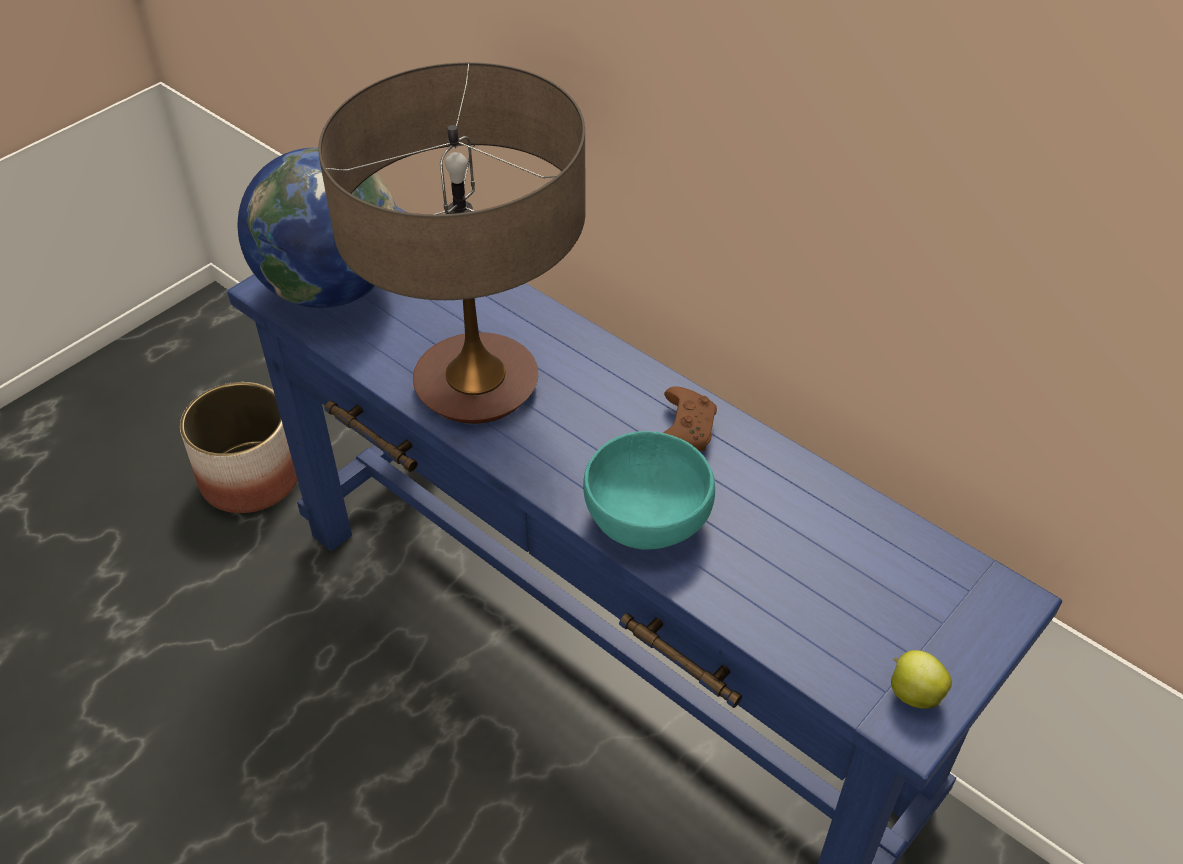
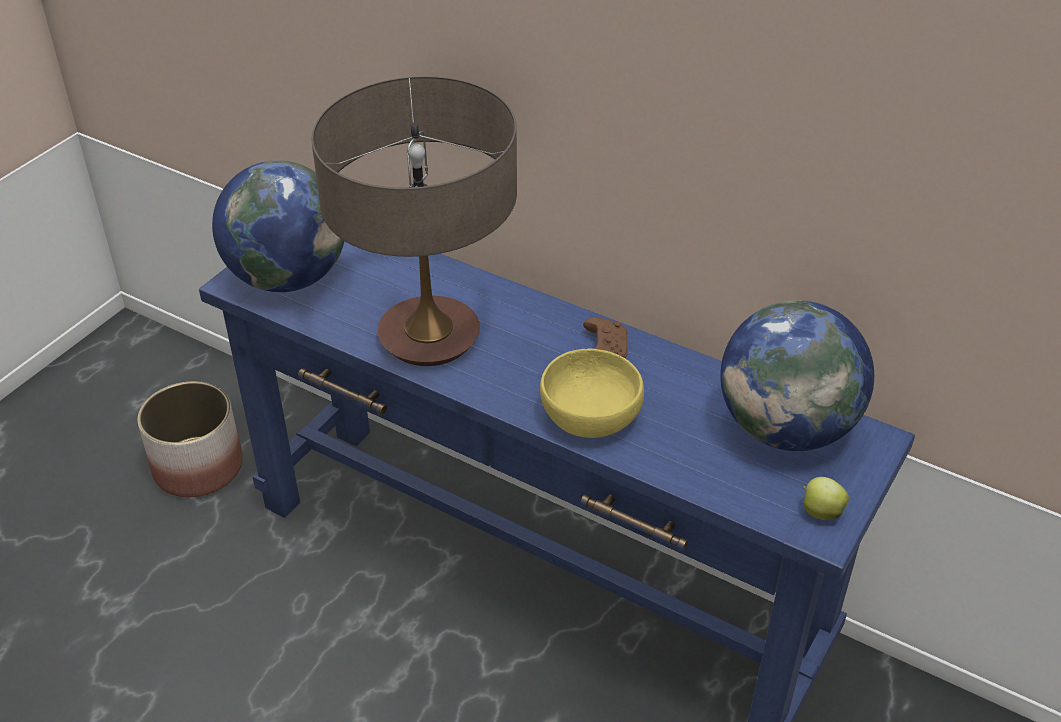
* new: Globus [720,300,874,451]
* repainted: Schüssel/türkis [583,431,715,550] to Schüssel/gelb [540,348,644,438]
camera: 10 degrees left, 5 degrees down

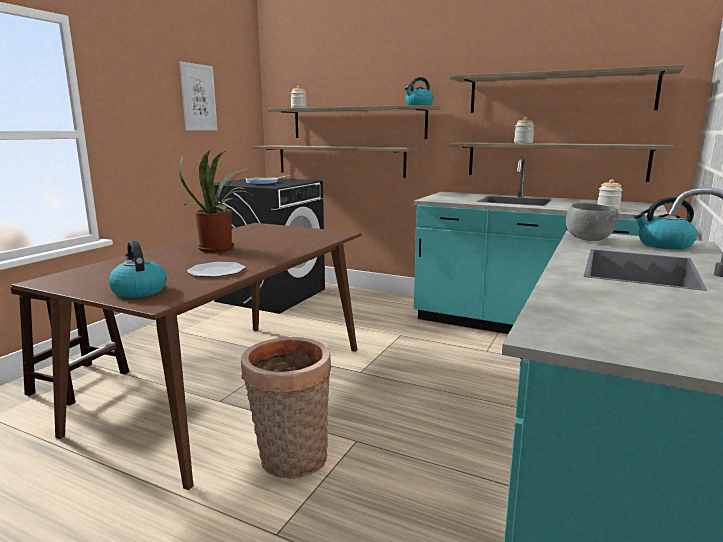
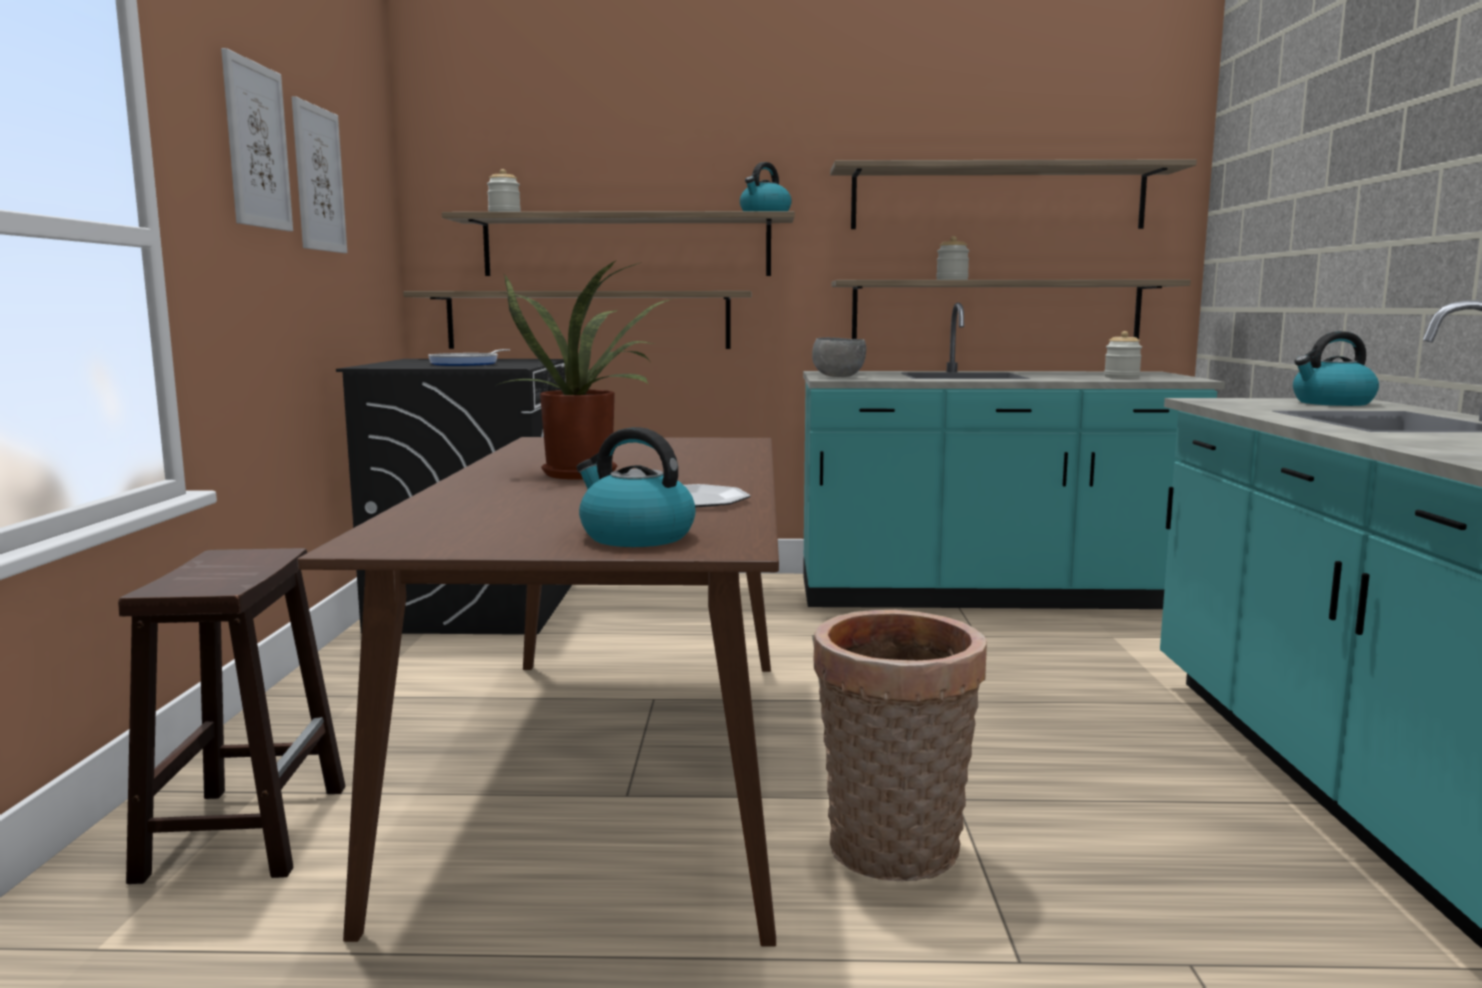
* new: Bild [221,48,293,231]
* shifted: Schüssel/grau [566,203,619,241] to [812,337,866,377]
camera: 25 degrees left, 5 degrees down

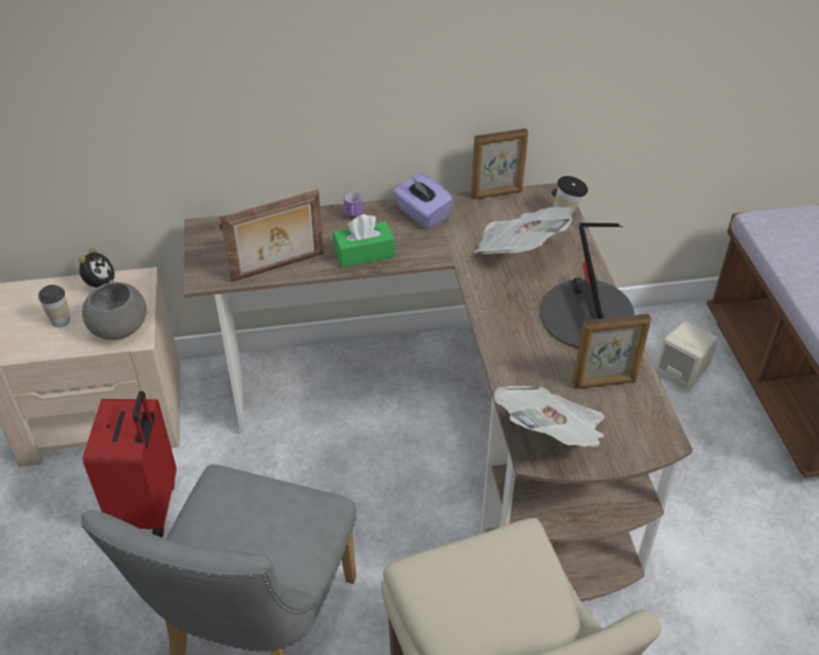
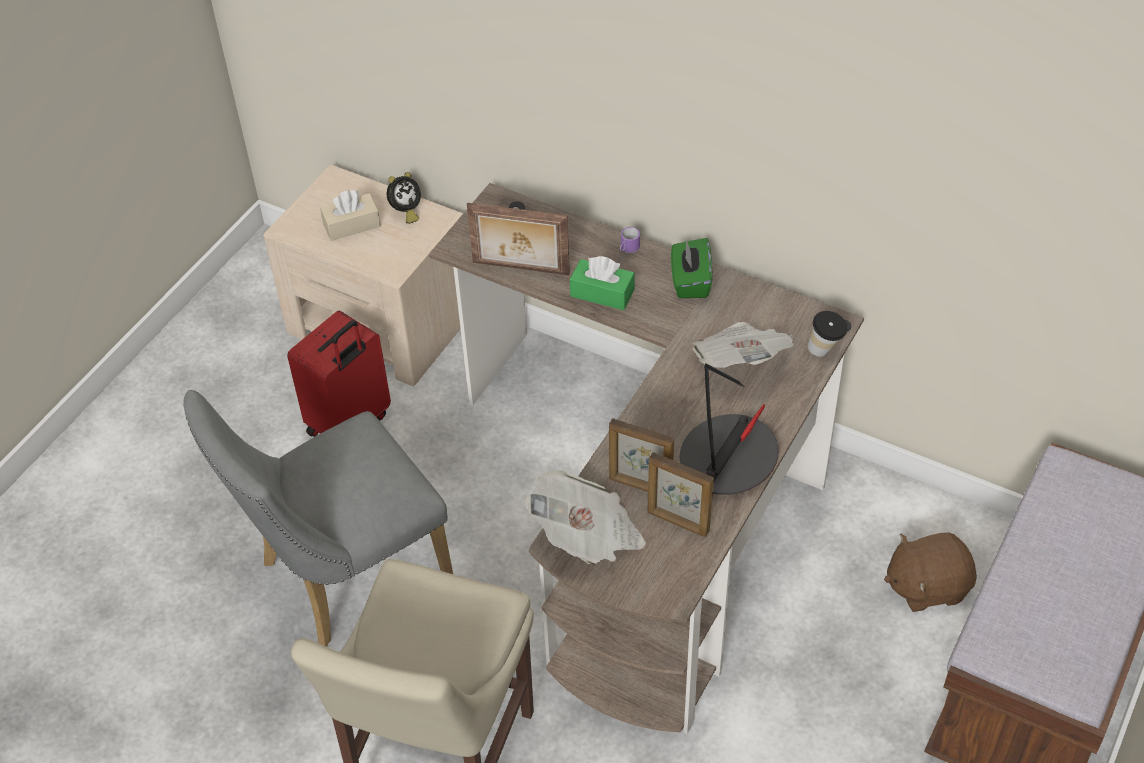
* gone: Schüssel/grau [82,280,147,340]
* shifted: Bilderrahmen [471,128,528,199] to [609,418,674,492]
* swapped: Tasse [38,285,70,327] to Taschentuchbox/beige [320,190,381,241]
* swapped: Lautsprecher/beige [656,321,718,390] to Plüschtier/braun [884,532,977,612]
* repainted: Taschentuchbox/lila [393,173,454,229] to Taschentuchbox/grün [671,238,712,298]
camera: 40 degrees right, 5 degrees up

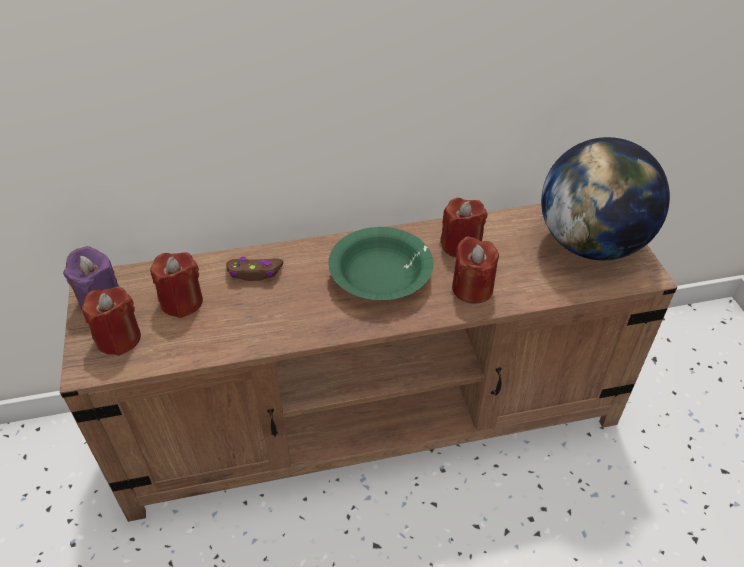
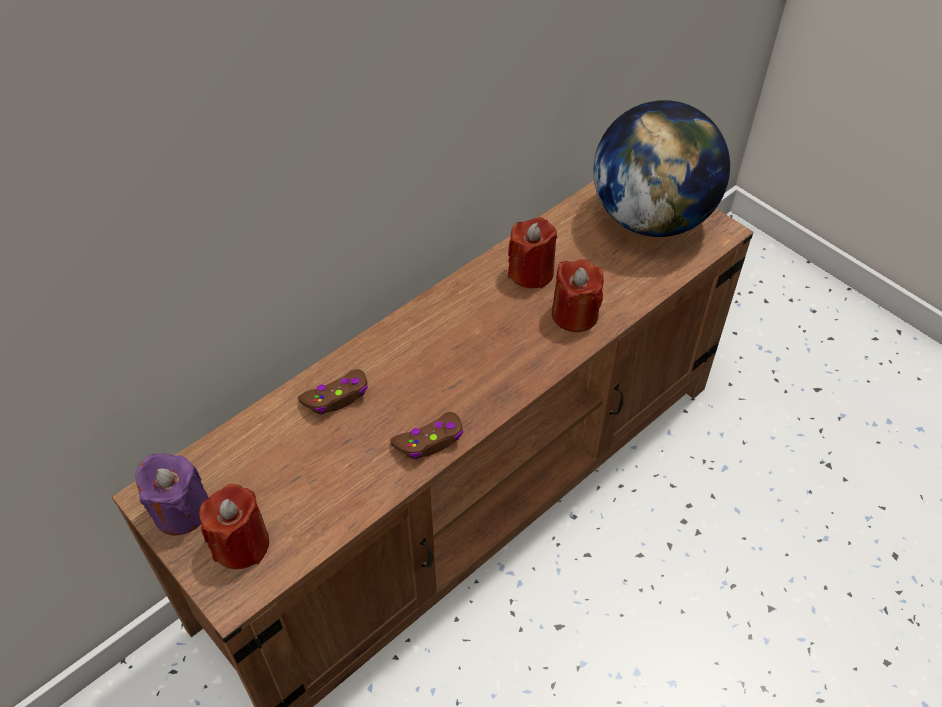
* gone: Kerze/rot [150,252,203,318]
* gone: Schüssel/grün [328,227,434,300]
* new: Gamepad/braun [390,412,463,460]
camera: 30 degrees left, 5 degrees up

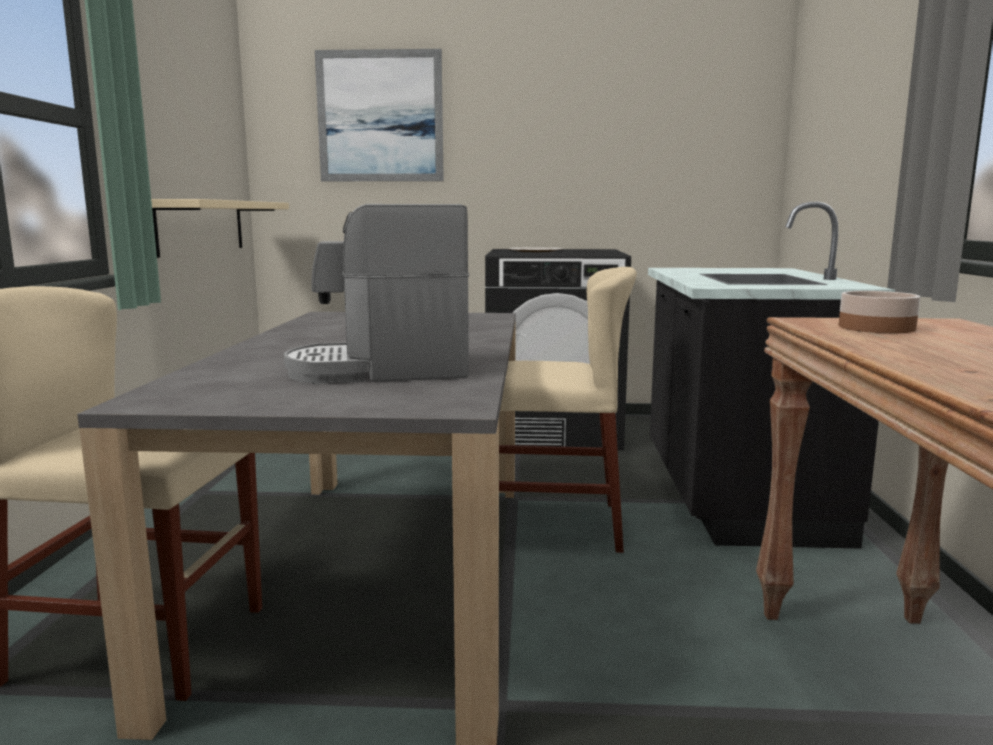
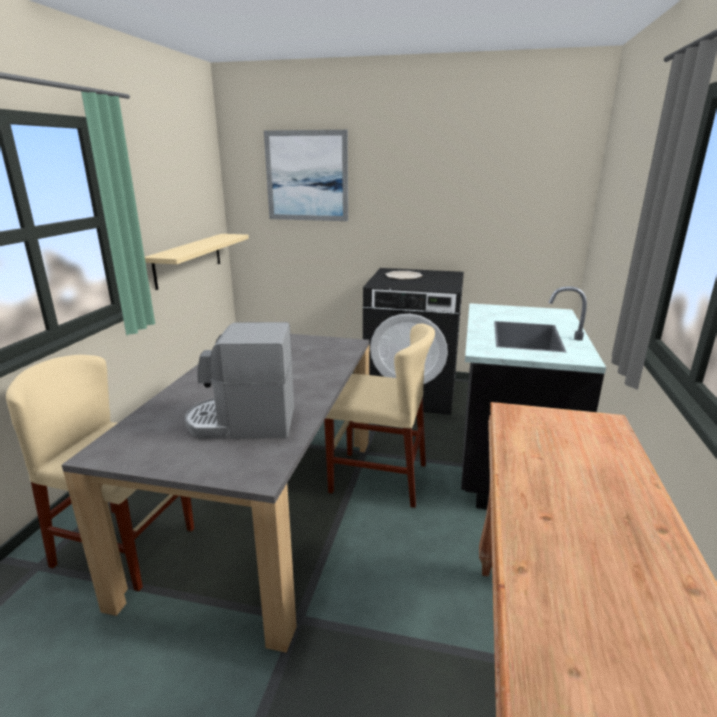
* gone: Schüssel [839,291,920,333]
camera: 10 degrees right, 10 degrees up

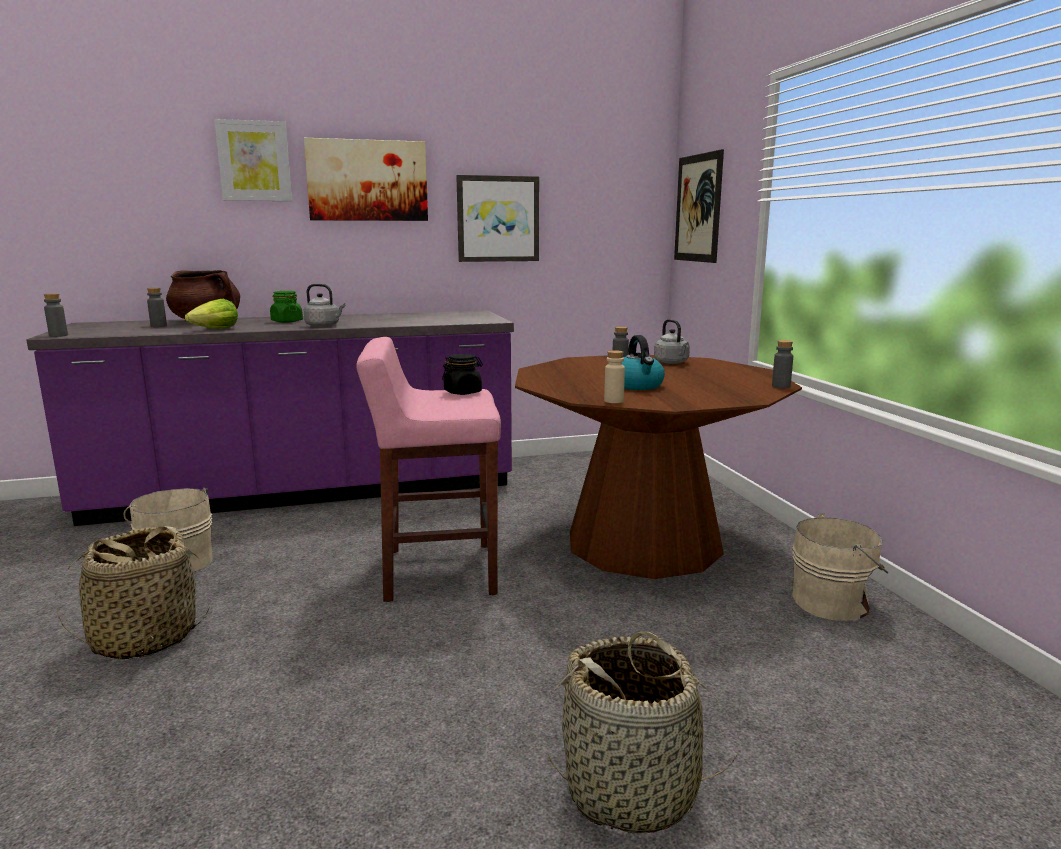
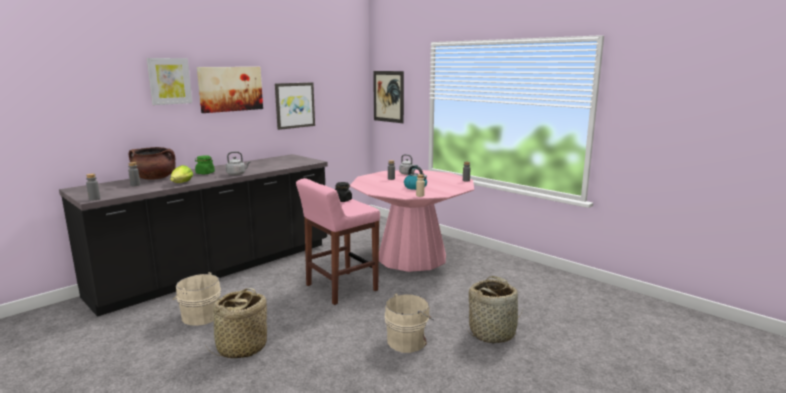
* shifted: Eimer/beige [792,513,888,621] to [385,293,434,353]
* repainted: Küchenzeile/lila [26,311,514,526] to Küchenzeile/schwarz [59,154,328,317]
* repainted: Esstisch/braun [515,355,802,579] to Esstisch/rosa [350,170,474,272]
camera: 30 degrees left, 0 degrees up

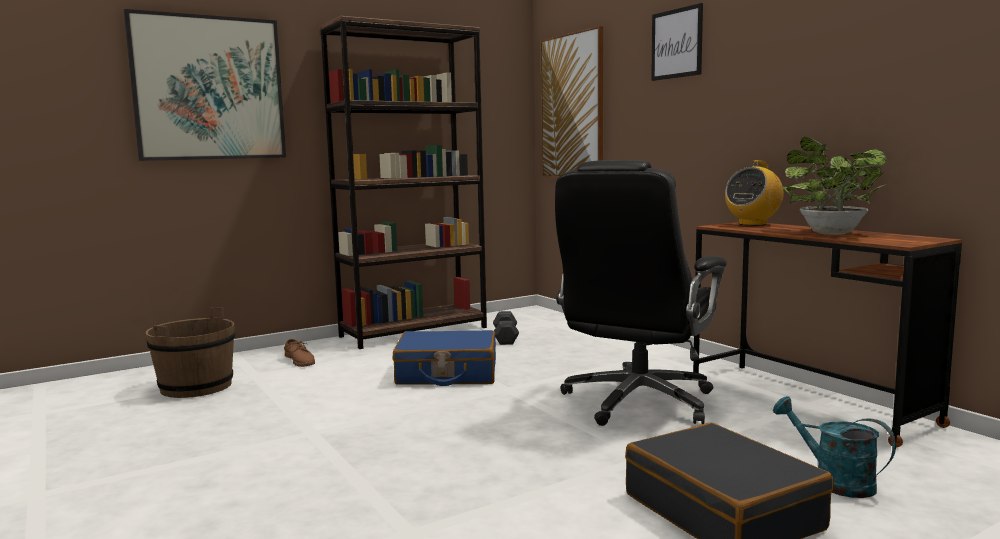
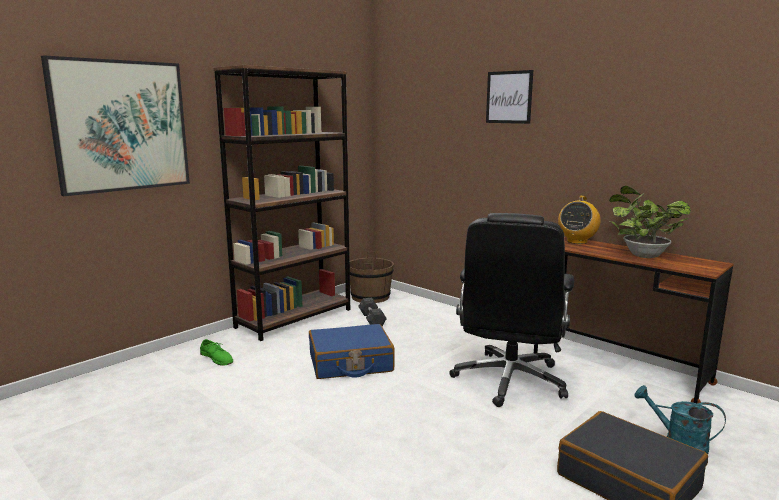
* gone: Bild [541,26,604,178]
* shifted: Eimer/braun [146,307,235,398] to [350,252,394,303]
* repainted: Schuh/braun [284,339,315,367] to Schuh/grün [200,339,233,366]
camera: 15 degrees left, 5 degrees up

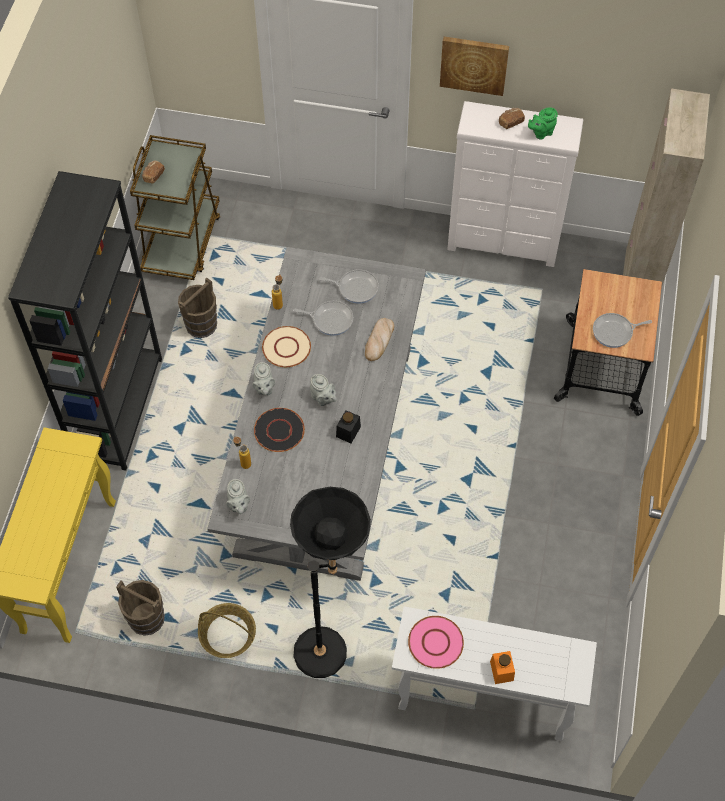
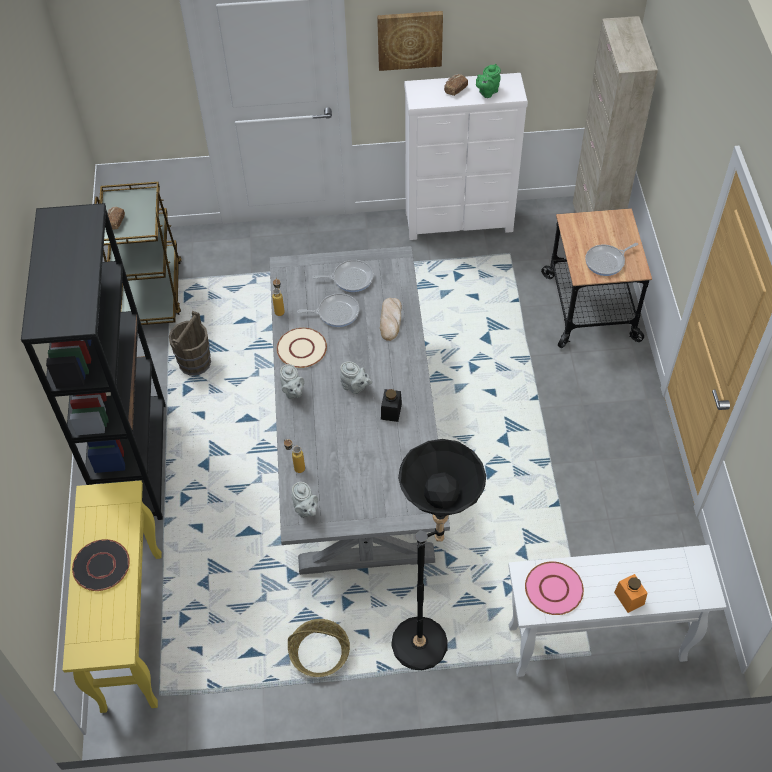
* gone: Eimer/braun [116,580,165,636]
* shifted: Teller/schwarz [254,408,305,452] to [72,539,130,591]
camera: 15 degrees left, 5 degrees down

